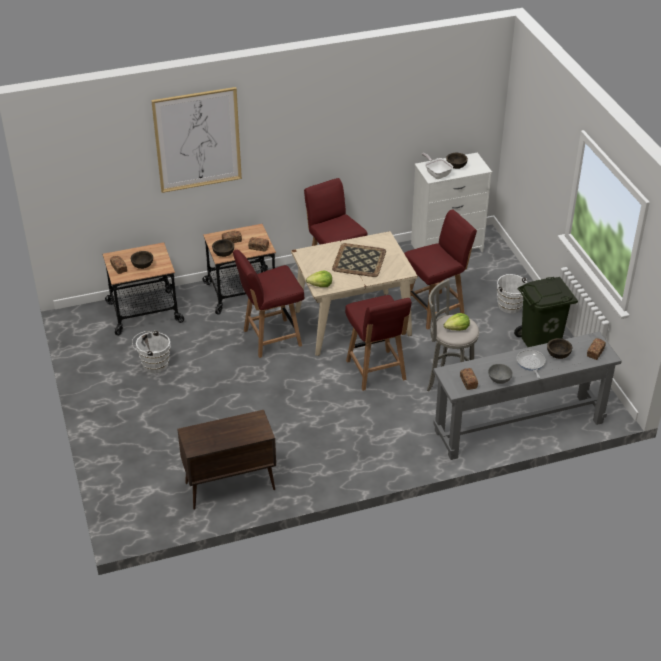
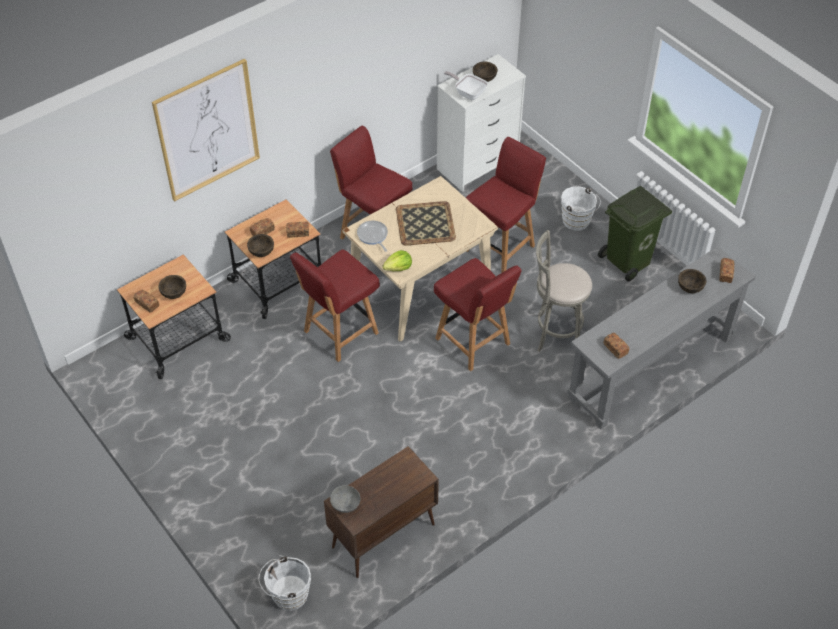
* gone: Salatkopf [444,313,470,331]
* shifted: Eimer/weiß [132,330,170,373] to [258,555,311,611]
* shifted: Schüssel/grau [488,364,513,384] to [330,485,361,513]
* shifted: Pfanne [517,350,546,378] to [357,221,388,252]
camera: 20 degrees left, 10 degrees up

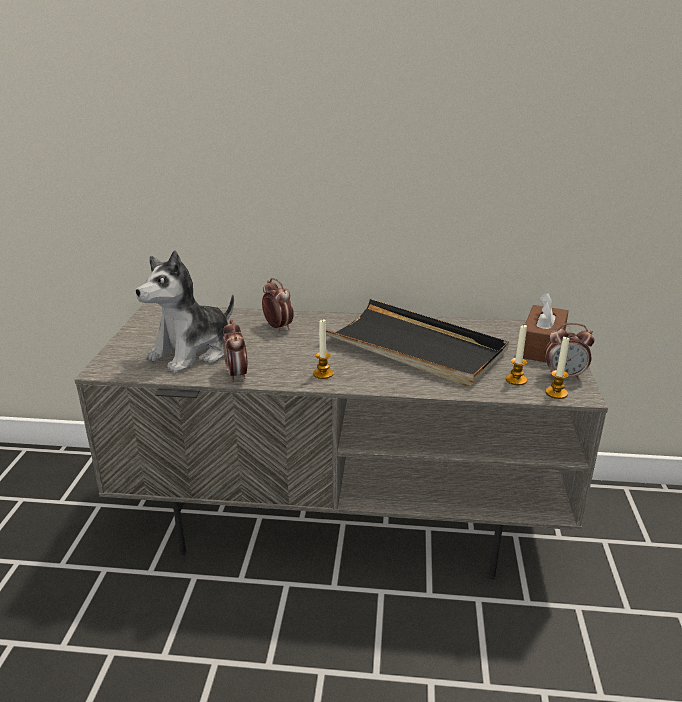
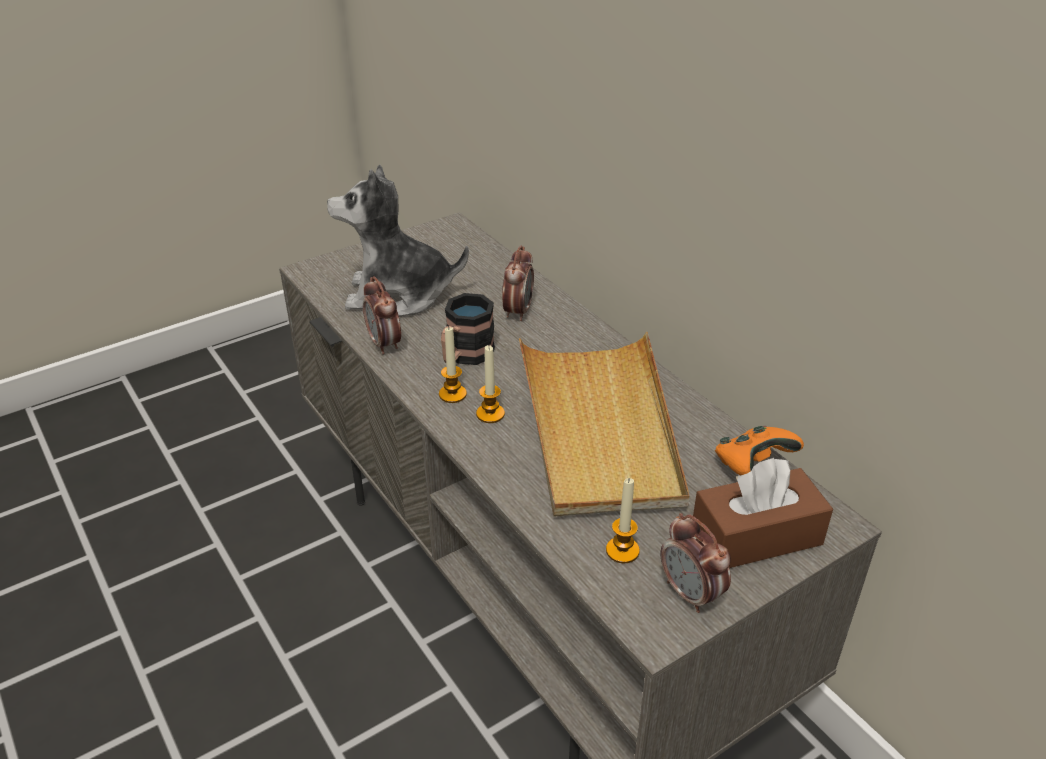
* new: Henkelbecher [441,293,495,365]
* new: Gamepad/orange [715,426,804,476]
* shifted: Kerze [545,336,569,399] to [476,345,505,423]
* repainted: Tablett/schwarz [326,299,509,387] to Tablett/beige [519,332,689,517]
* rotated: Wecker [223,319,248,382] = [363,276,401,355] 60 degrees counterclockwise
camera: 50 degrees right, 10 degrees up

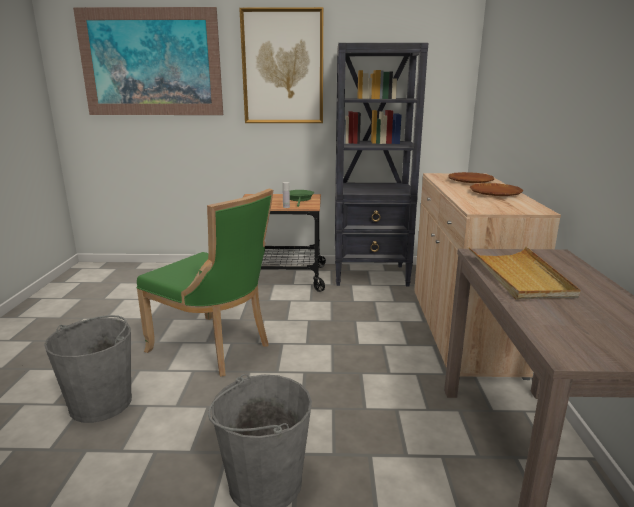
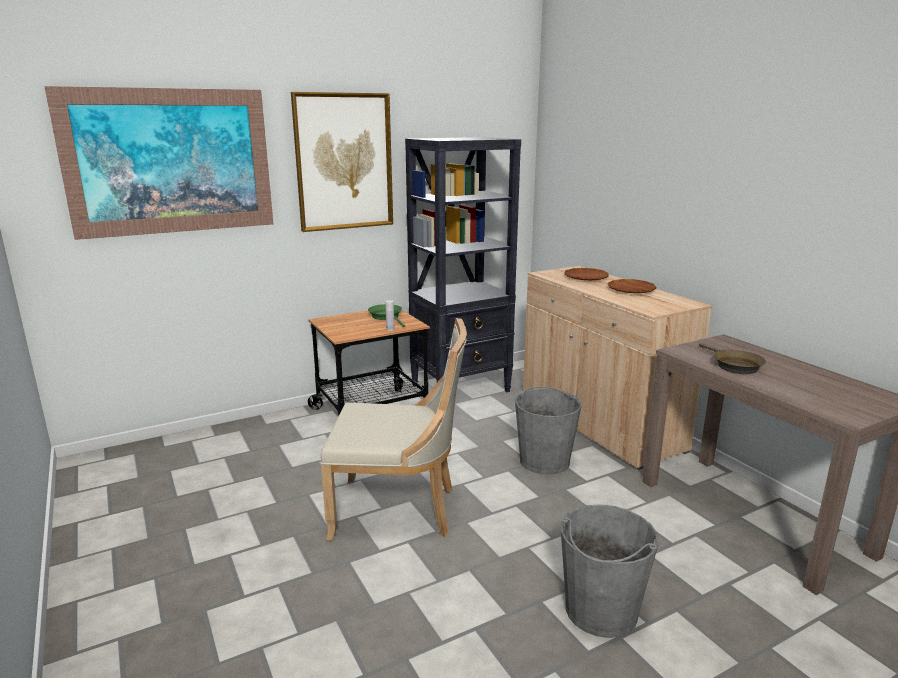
* shifted: Eimer/grau [44,315,132,423] to [515,386,581,475]
* swapped: Tablett/beige [469,246,580,299] to Pfanne/braun [699,343,766,374]
* repainted: Stuhl/grün [136,189,273,377] to Stuhl/beige [321,318,467,541]
camera: 30 degrees left, 0 degrees up

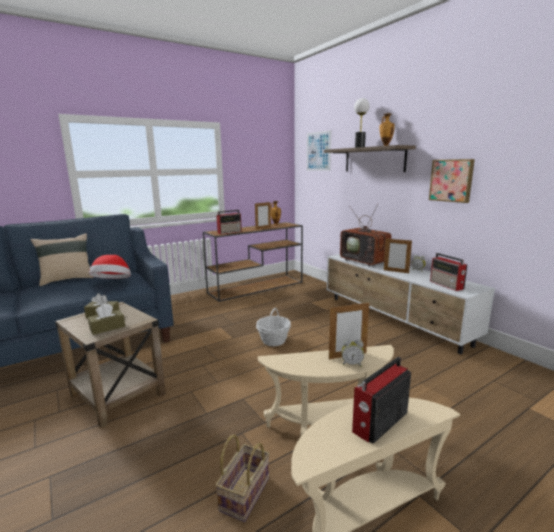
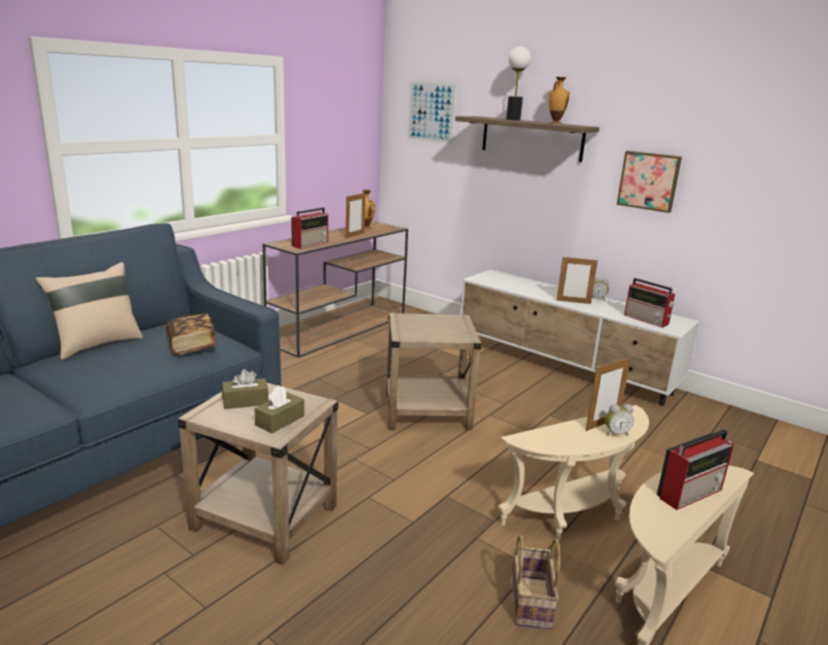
* gone: Fernseher [340,204,392,267]
* swapped: Hut [89,255,131,279] to Buch [166,313,217,355]
* swapped: Korb [256,308,291,346] to Beistelltisch/beige [386,313,482,430]
* rotated: Radio [352,357,411,444] = [657,429,734,510] 150 degrees counterclockwise
camera: 20 degrees left, 5 degrees up

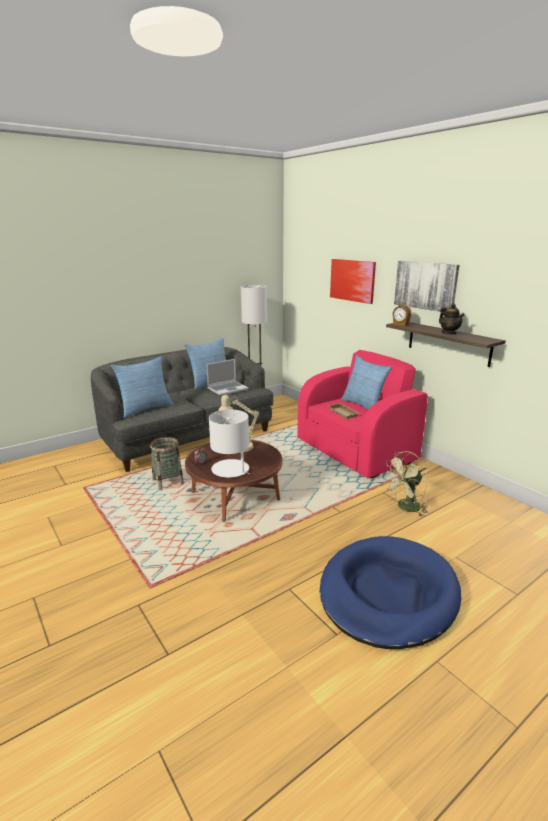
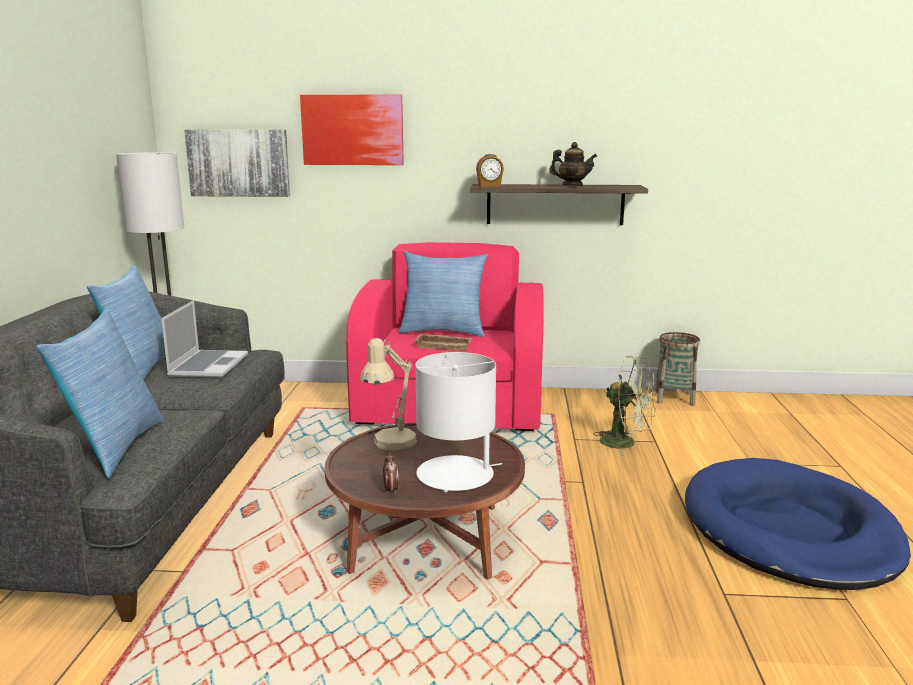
* shifted: Korb [150,437,184,490] to [655,332,700,406]
* shifted: Bild [394,261,460,312] to [184,130,290,197]
* rotated: Ventilator/grün [383,451,428,517] = [593,355,656,455] 75 degrees counterclockwise
camera: 50 degrees left, 5 degrees down

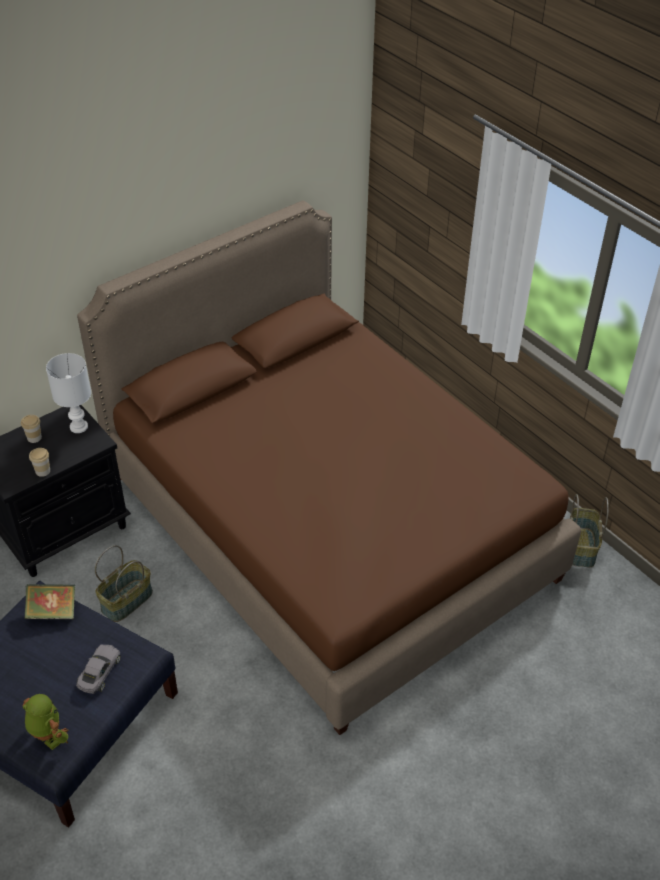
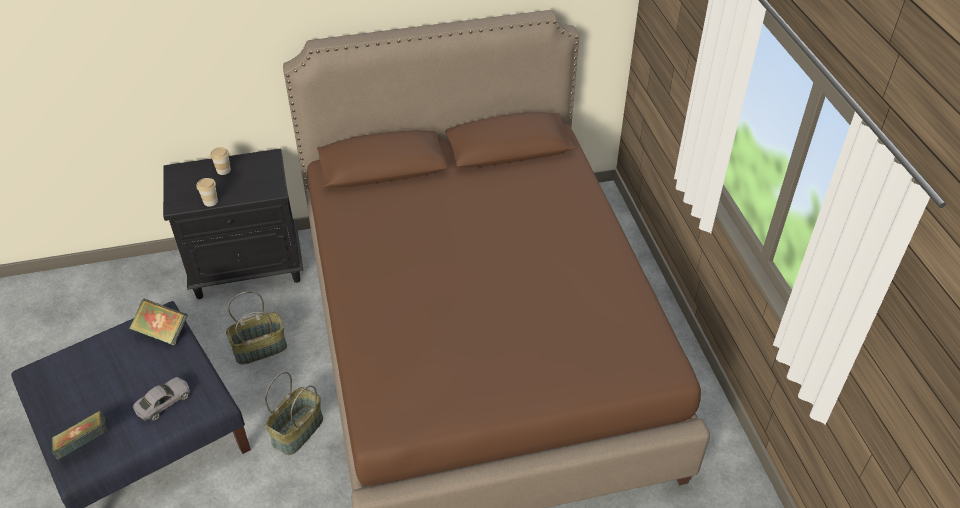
* gone: Tischlampe/weiß [46,353,91,433]
* shifted: Korb [570,494,609,567] to [265,372,323,455]
* swapped: Spielzeugroboter [23,694,69,750] to Buch [52,411,107,460]
camera: 25 degrees right, 0 degrees up

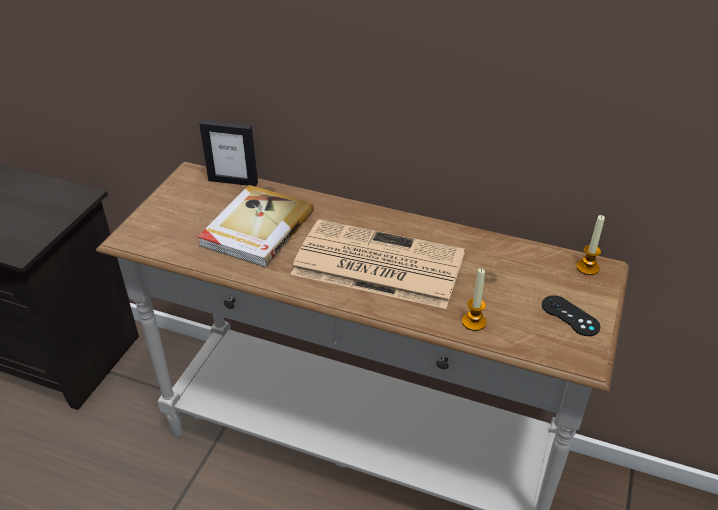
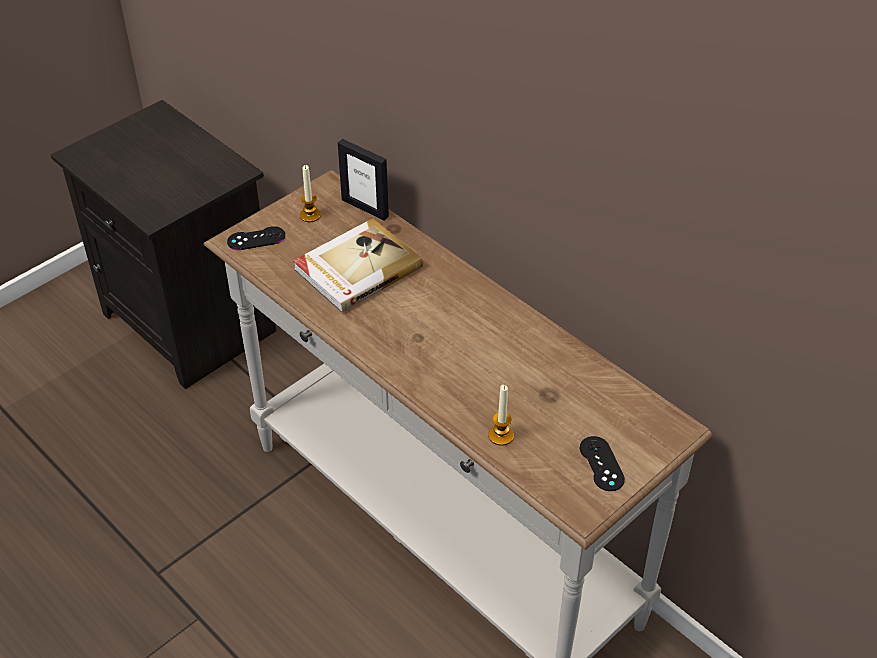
* gone: Zeitung [291,219,465,309]
* new: Gamepad/schwarz [227,226,285,250]
* shifted: Kerze [576,215,605,275] to [300,165,321,222]
camera: 25 degrees right, 5 degrees up

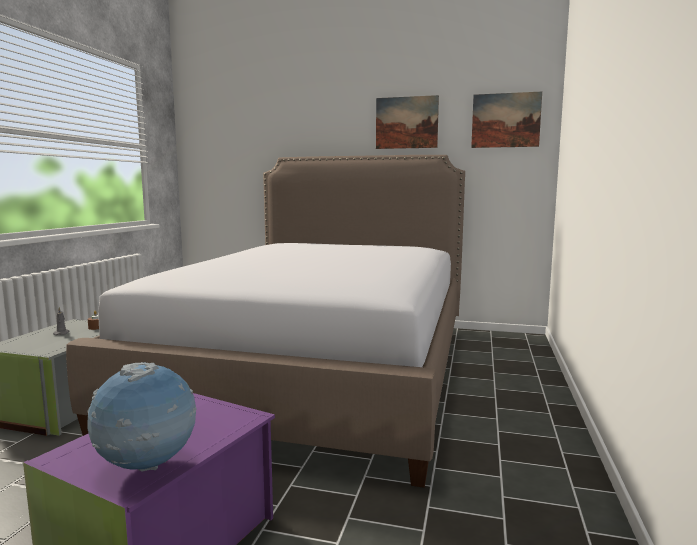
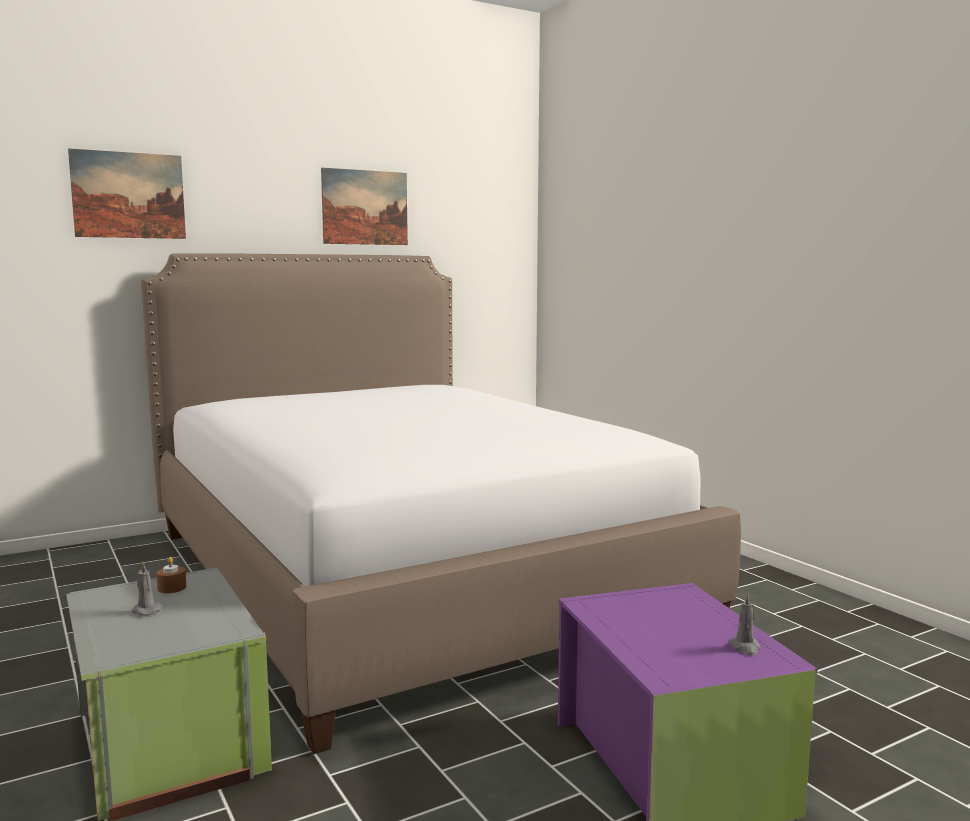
* shifted: Bild [471,92,542,148] to [68,148,186,239]
* swapped: Globus [87,362,197,472] to Kerze/grau [728,592,760,655]
camera: 45 degrees left, 0 degrees up

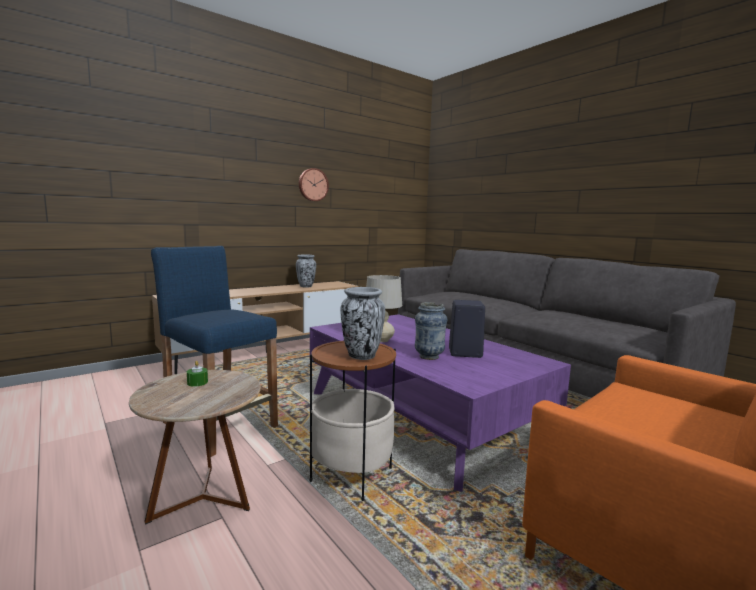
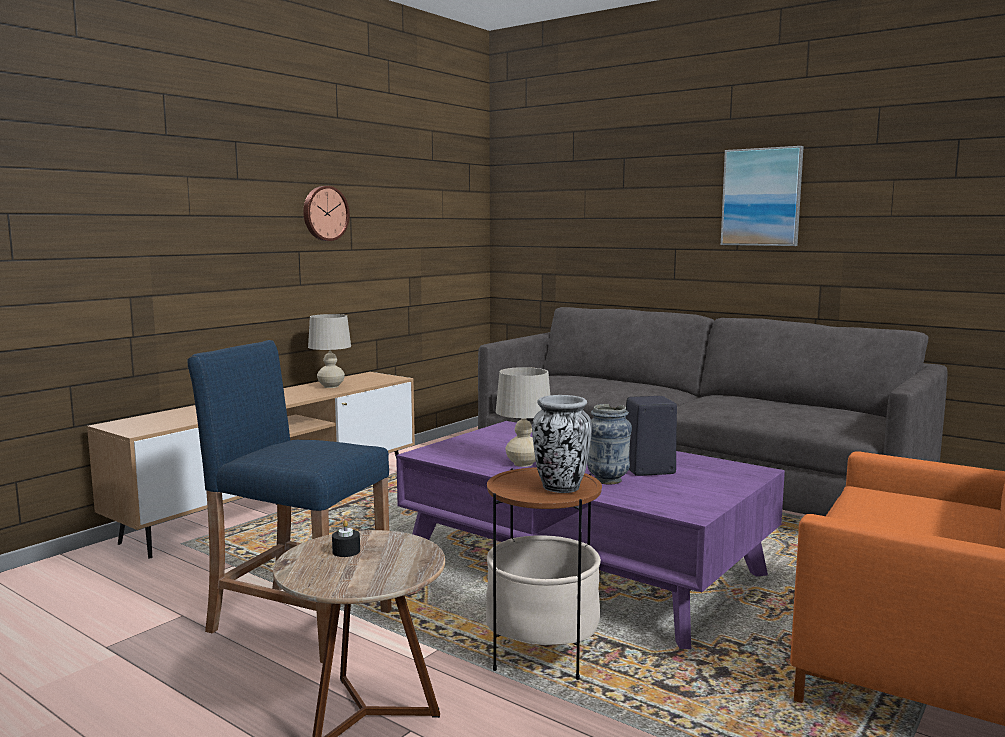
* new: Bild [721,146,804,246]
* swapped: Vase [296,255,316,288] to Tischlampe/beige [308,314,351,388]
* repainted: Kerze/grün [187,361,208,387] to Kerze/schwarz [332,520,360,557]
camera: 15 degrees left, 0 degrees up

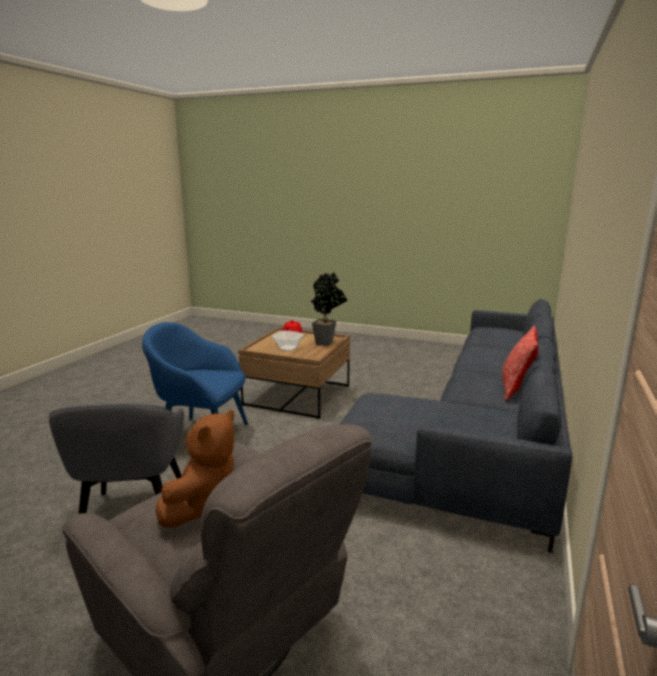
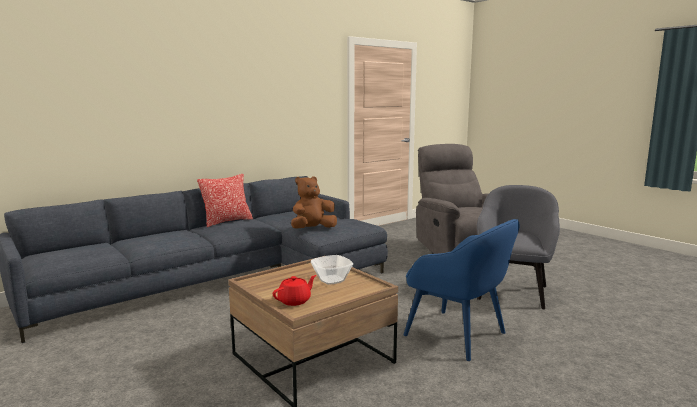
* gone: Topfpflanze [311,272,348,346]
* shifted: Plüschtier/braun [156,410,234,527] to [291,176,337,229]
camera: 150 degrees left, 5 degrees down

